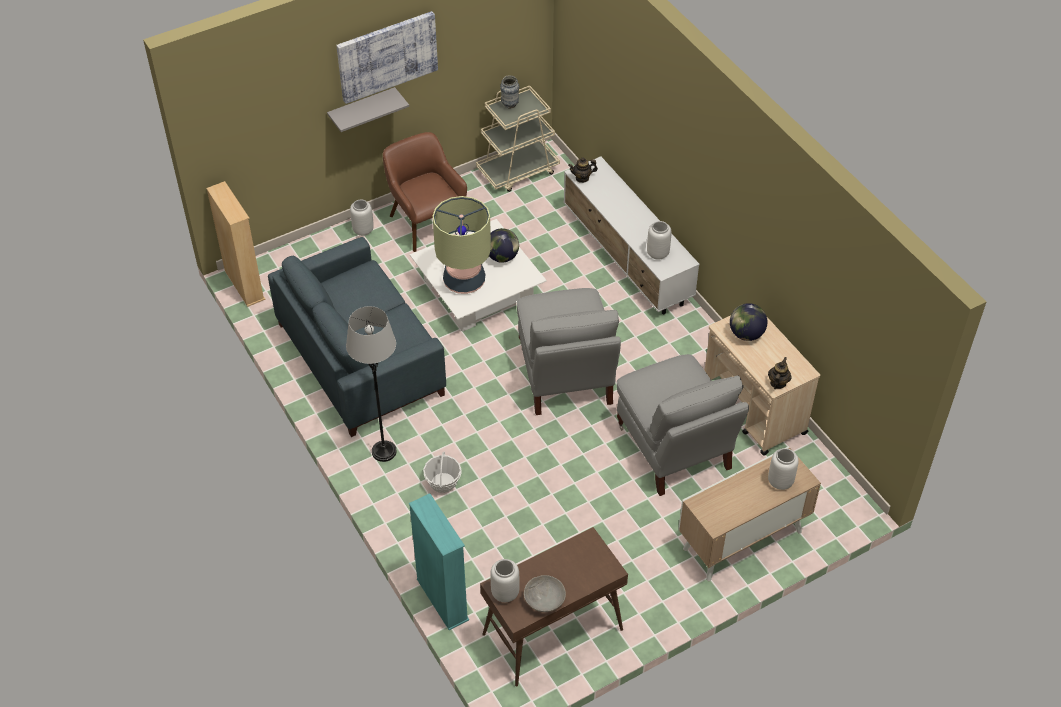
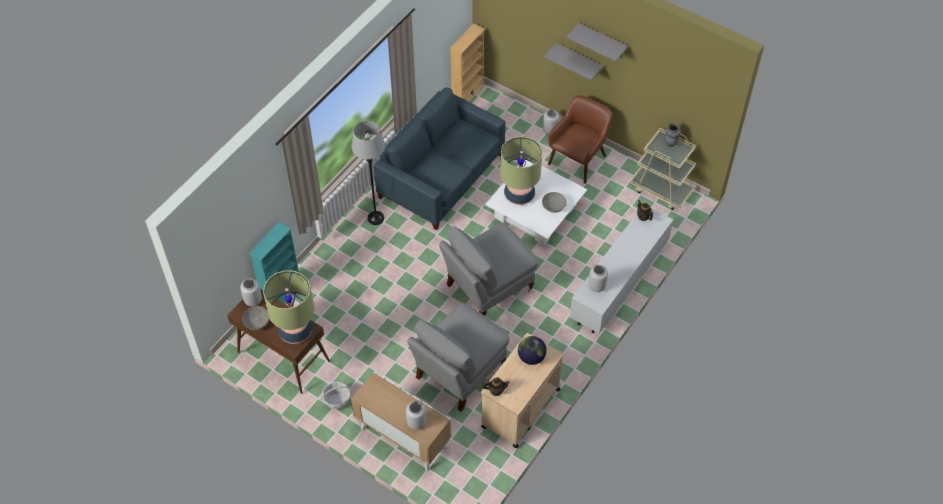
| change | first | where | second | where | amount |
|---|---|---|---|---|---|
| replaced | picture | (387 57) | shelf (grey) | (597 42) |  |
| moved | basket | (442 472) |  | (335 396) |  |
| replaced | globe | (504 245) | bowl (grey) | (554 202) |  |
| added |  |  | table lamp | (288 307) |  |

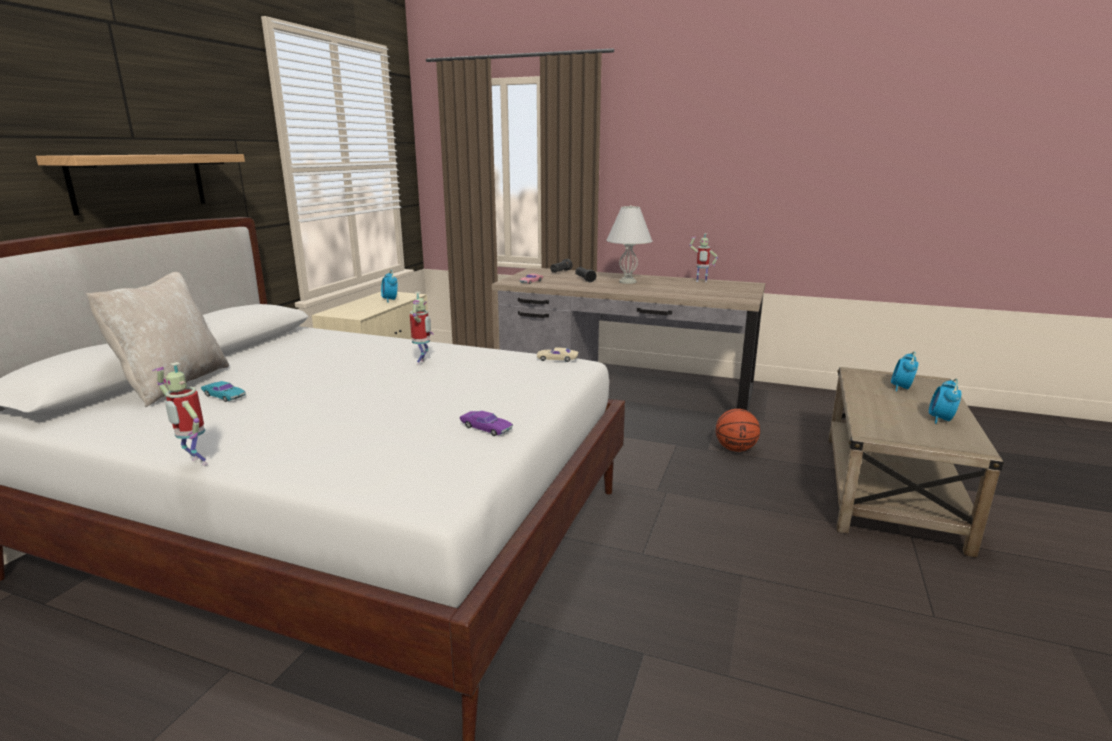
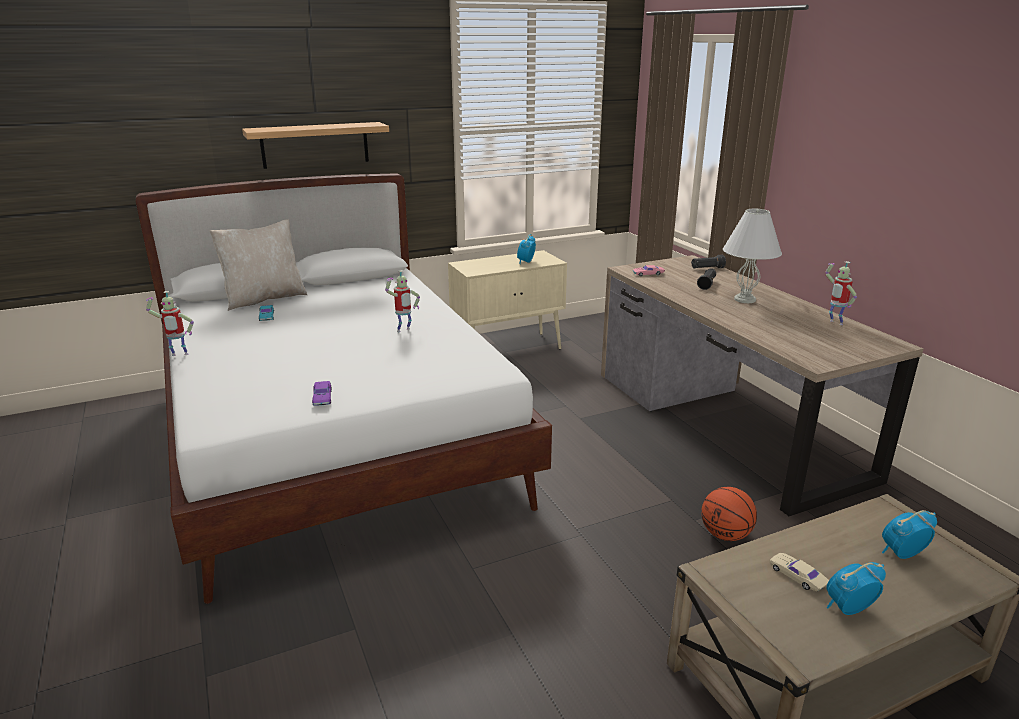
| change | first | where | second | where | amount |
|---|---|---|---|---|---|
| turned | toy robot | (180 414) |  | (170 323) | 90 degrees counterclockwise |
| moved | toy car (beige) | (558 354) |  | (799 572) |  |

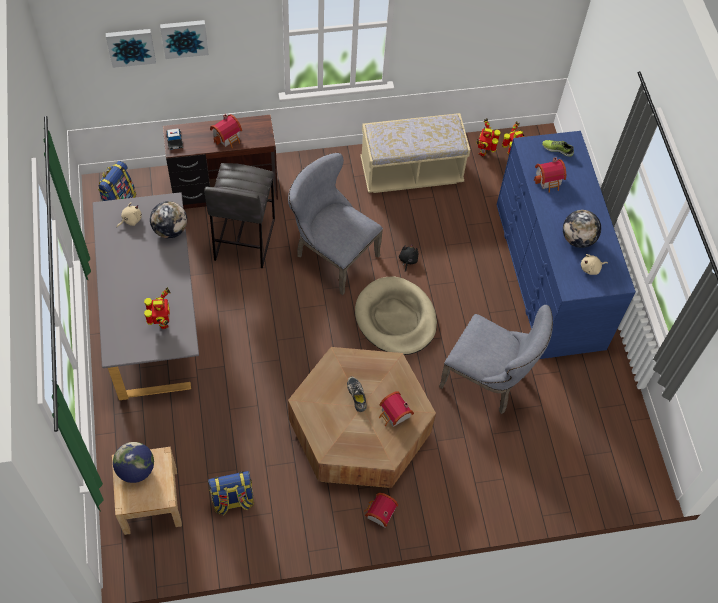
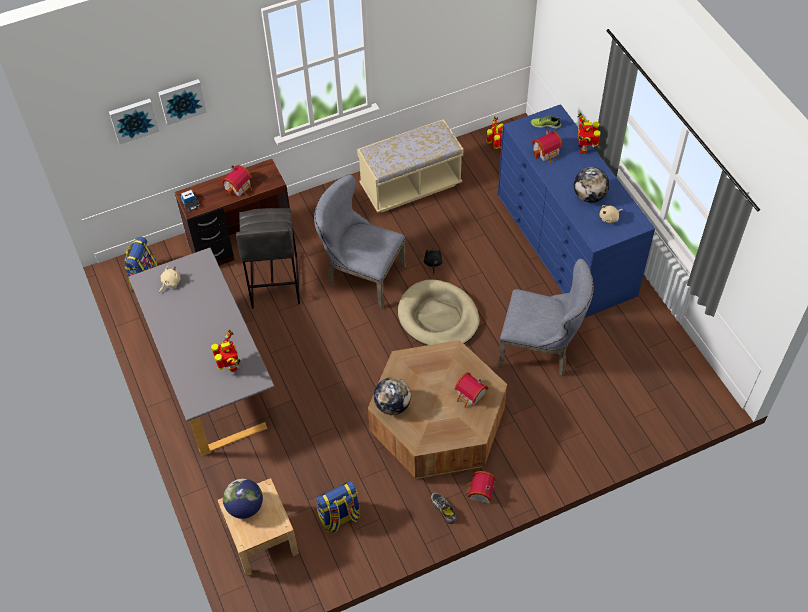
| change | first | where | second | where | amount |
|---|---|---|---|---|---|
| moved | globe | (168 219) |  | (392 396) |  |
| moved | shoe | (357 394) |  | (443 508) |  |
| moved | toy robot | (488 137) |  | (589 133) |  |

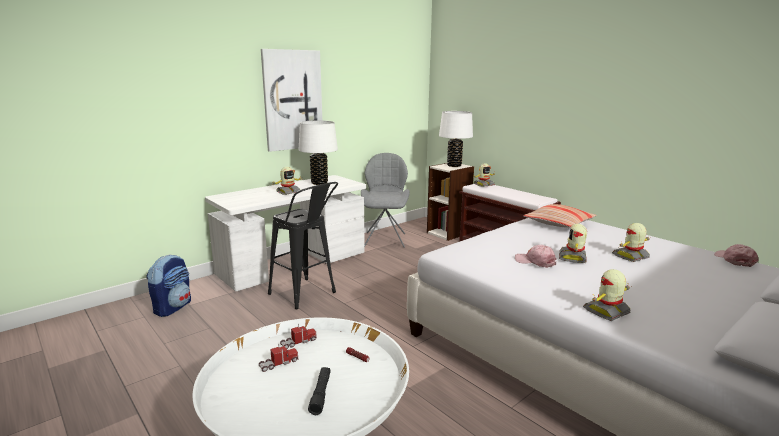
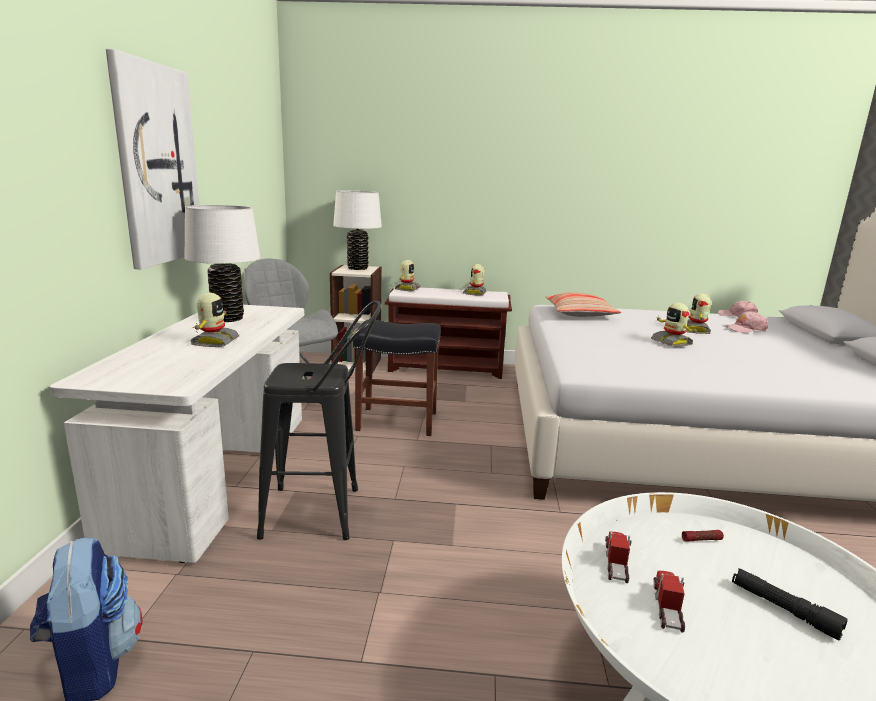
| change | first | where | second | where | amount |
|---|---|---|---|---|---|
| moved | cap (pink) | (536 256) |  | (746 322) |  |
| moved | toy robot | (607 295) |  | (475 279) |  |
| added |  |  | stool (black) | (397 378) |  |

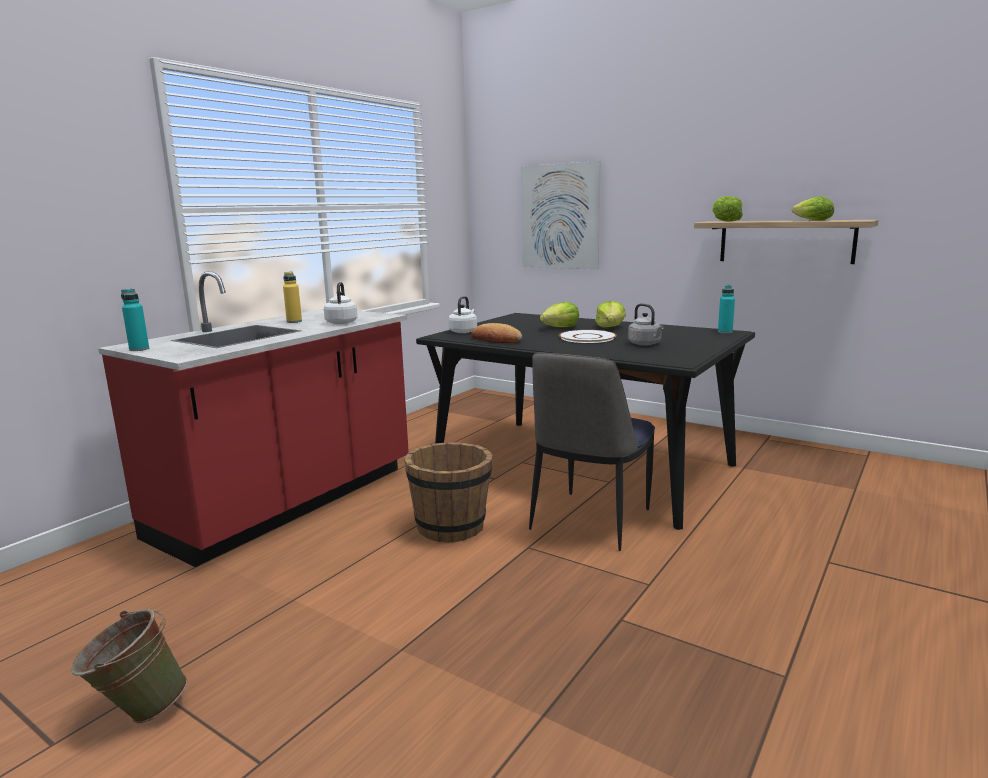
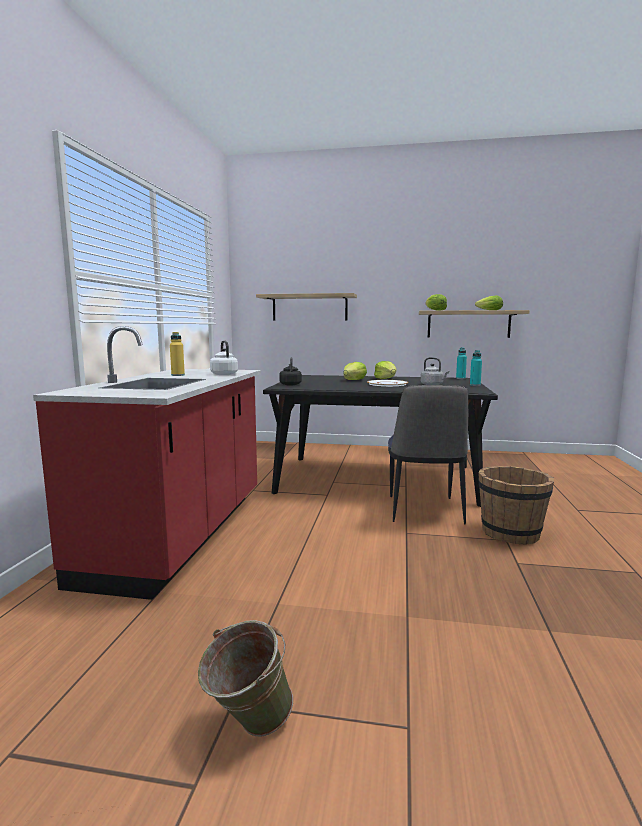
| change | first | where | second | where | amount |
|---|---|---|---|---|---|
| moved | bottle (turquoise) | (135 320) |  | (476 368) |  |
| moved | bucket (brown) | (448 492) |  | (516 505) |  |
| recoloured | kettle (white) | (462 314) | kettle (black) | (290 371) |  |
| removed | bread | (496 333) |  |  |  |
| replaced | picture | (560 215) | shelf | (306 307) |  |

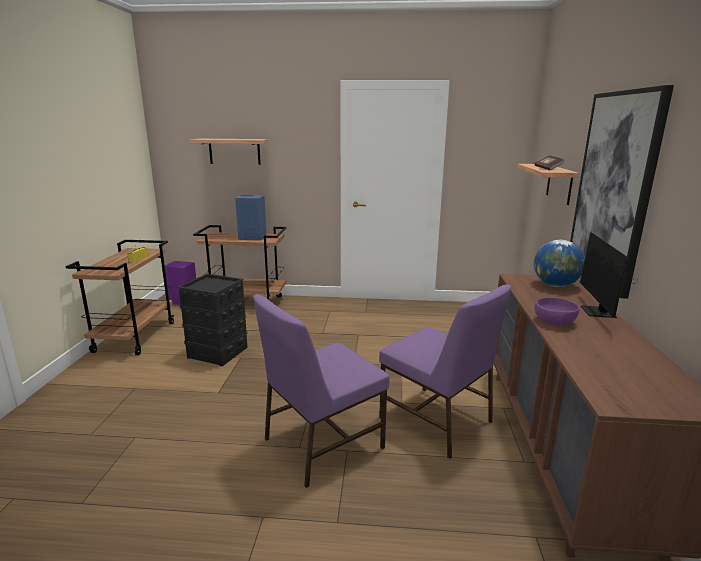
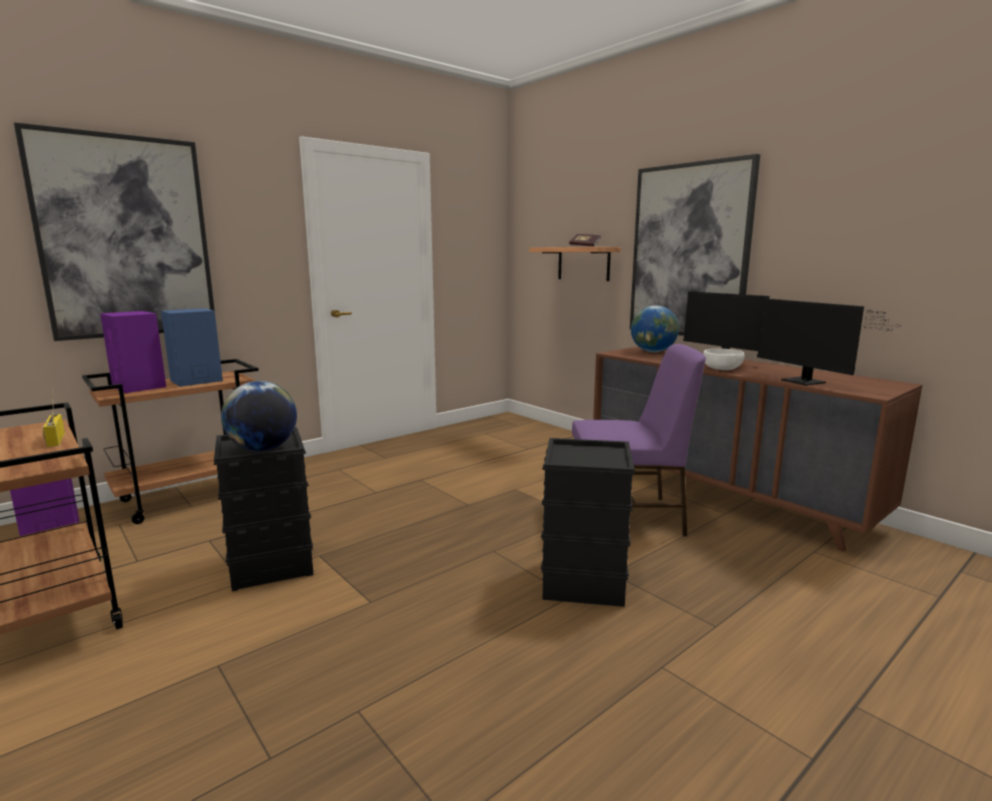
| change | first | where | second | where | amount |
|---|---|---|---|---|---|
| replaced | shelf | (229 152) | picture | (114 231) |  |
| replaced | chair (purple) | (321 391) | storage box (black) | (588 522) |  |
| recoloured | bowl (purple) | (557 311) | bowl (white) | (723 359) |  |
| added |  |  | speaker (purple) | (133 352) |  |
| added |  |  | globe | (259 416) |  |
| added |  |  | monitor | (829 342) |  |

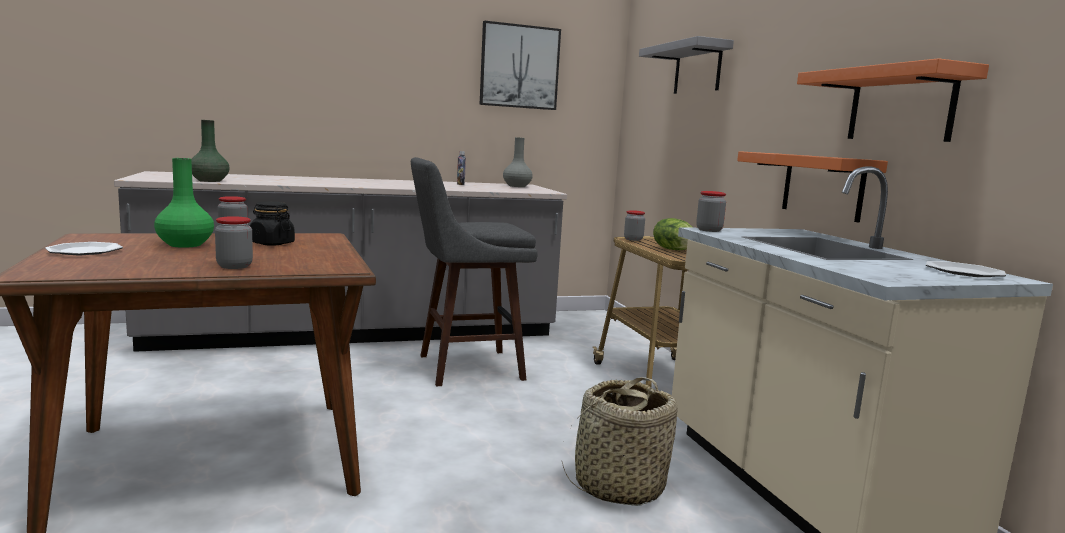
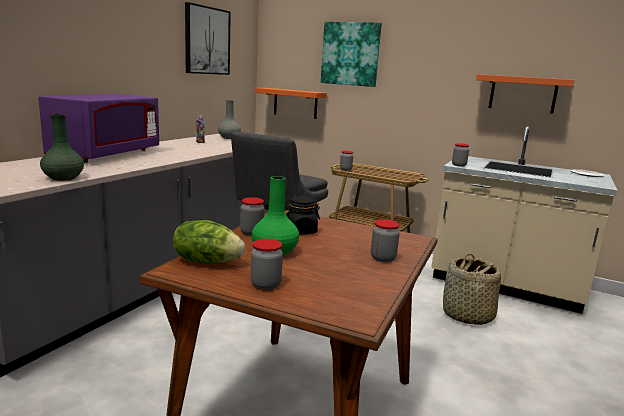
| change | first | where | second | where | amount |
|---|---|---|---|---|---|
| replaced | plate | (84 248) | jar | (266 264) |  |
| replaced | shelf (grey) | (686 65) | picture | (351 54) |  |
| moved | lettuce | (673 234) |  | (209 242) |  |
| moved | shelf (orange) | (812 187) |  | (291 103) |  |
| added |  |  | microwave (purple) | (98 128) |  |

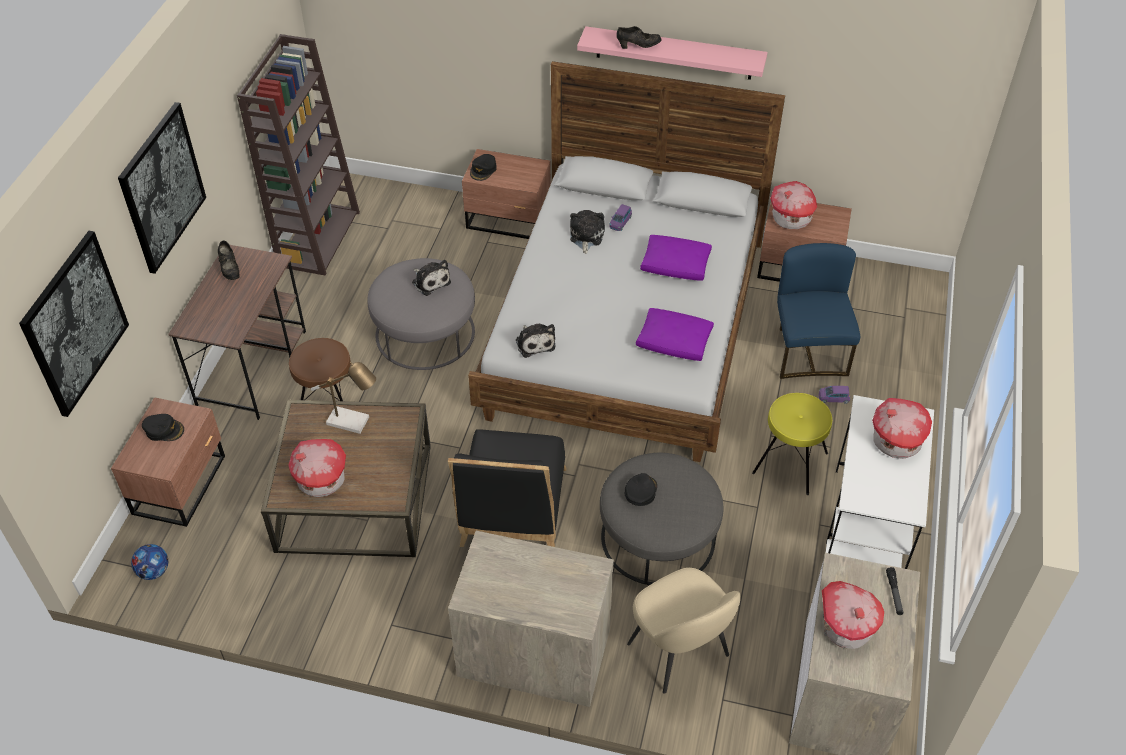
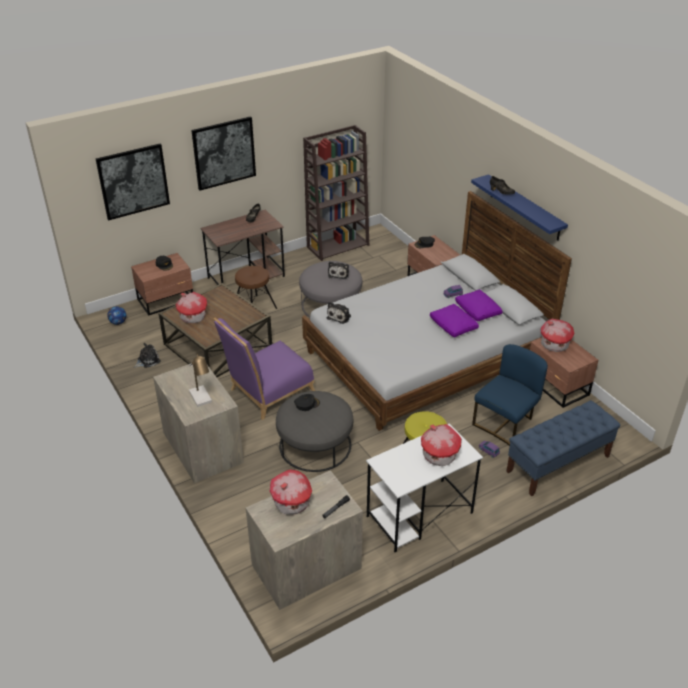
| change | first | where | second | where | amount |
|---|---|---|---|---|---|
| moved | table lamp | (343 398) |  | (200 380) |  |
| recoloured | chair (black) | (507 488) | chair (purple) | (264 368) |  |
| moved | plush toy | (587 232) |  | (147 355) |  |
| recoloured | shelf (pink) | (672 53) | shelf (blue) | (519 207) |  |
| removed | chair (beige) | (684 631) |  |  |  |
| moved | pillow (purple) | (675 334) |  | (479 306) |  |
| added |  |  | bench (blue) | (563 448) |  |

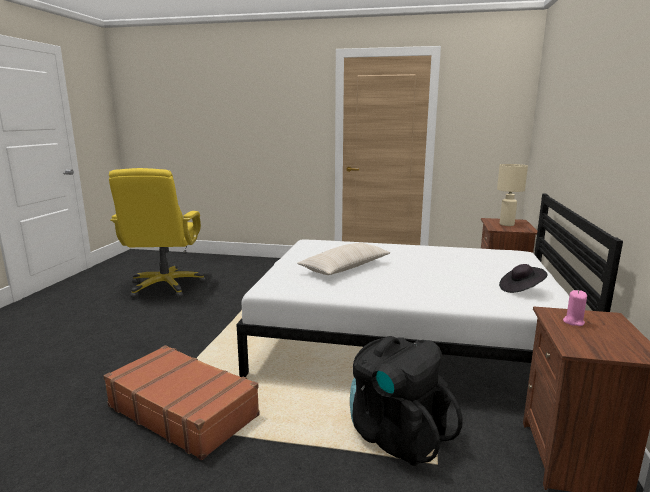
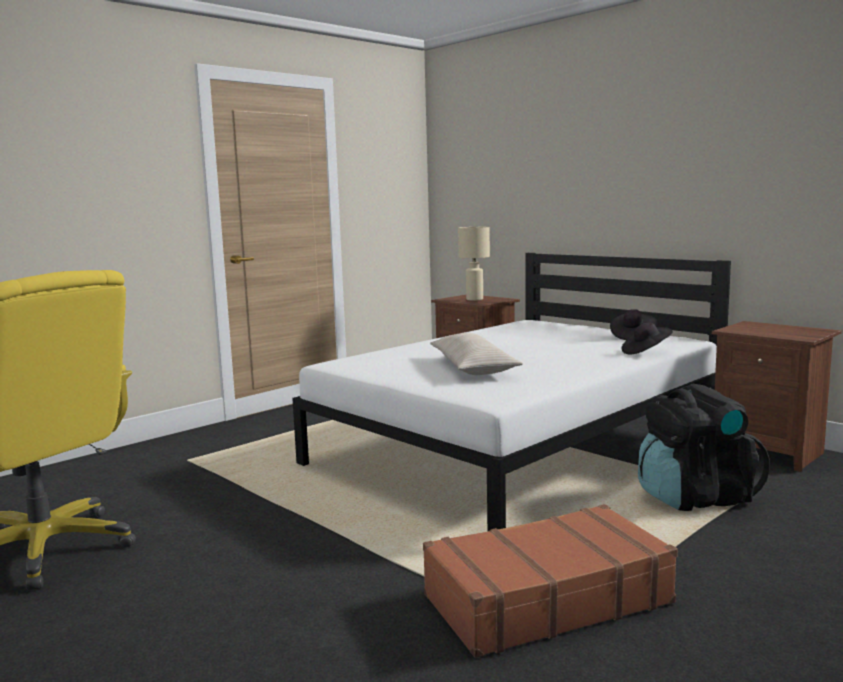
| change | first | where | second | where | amount |
|---|---|---|---|---|---|
| removed | candle (pink) | (575 308) |  |  |  |
| added |  |  | hat (black) | (647 339) |  |

